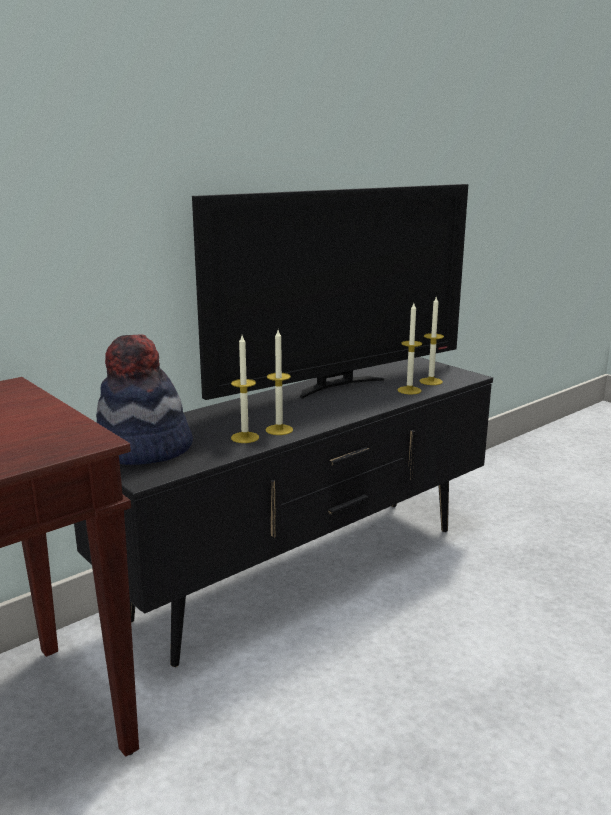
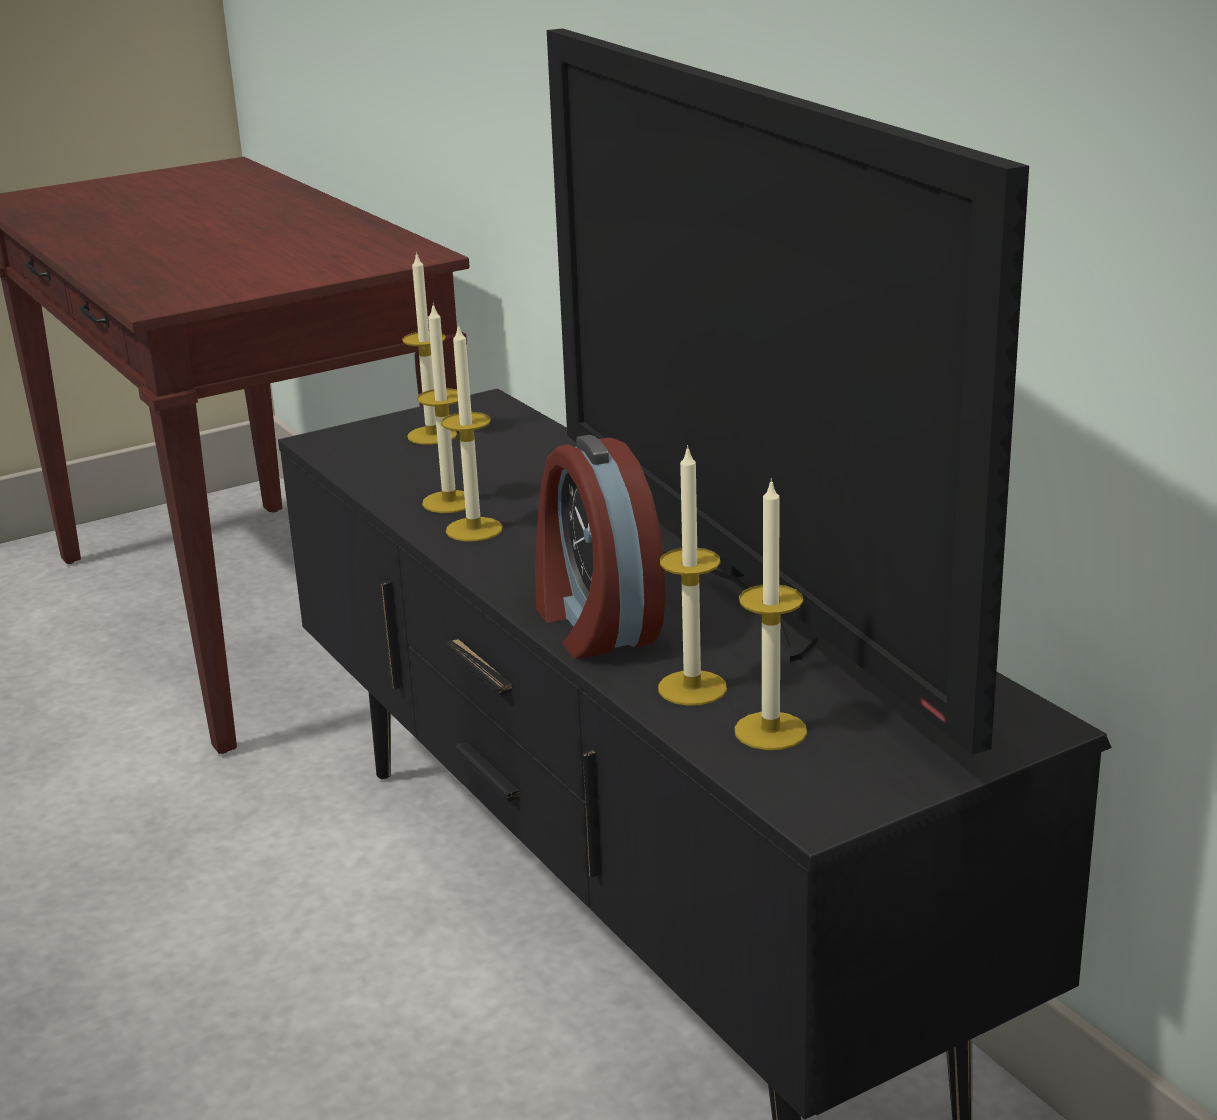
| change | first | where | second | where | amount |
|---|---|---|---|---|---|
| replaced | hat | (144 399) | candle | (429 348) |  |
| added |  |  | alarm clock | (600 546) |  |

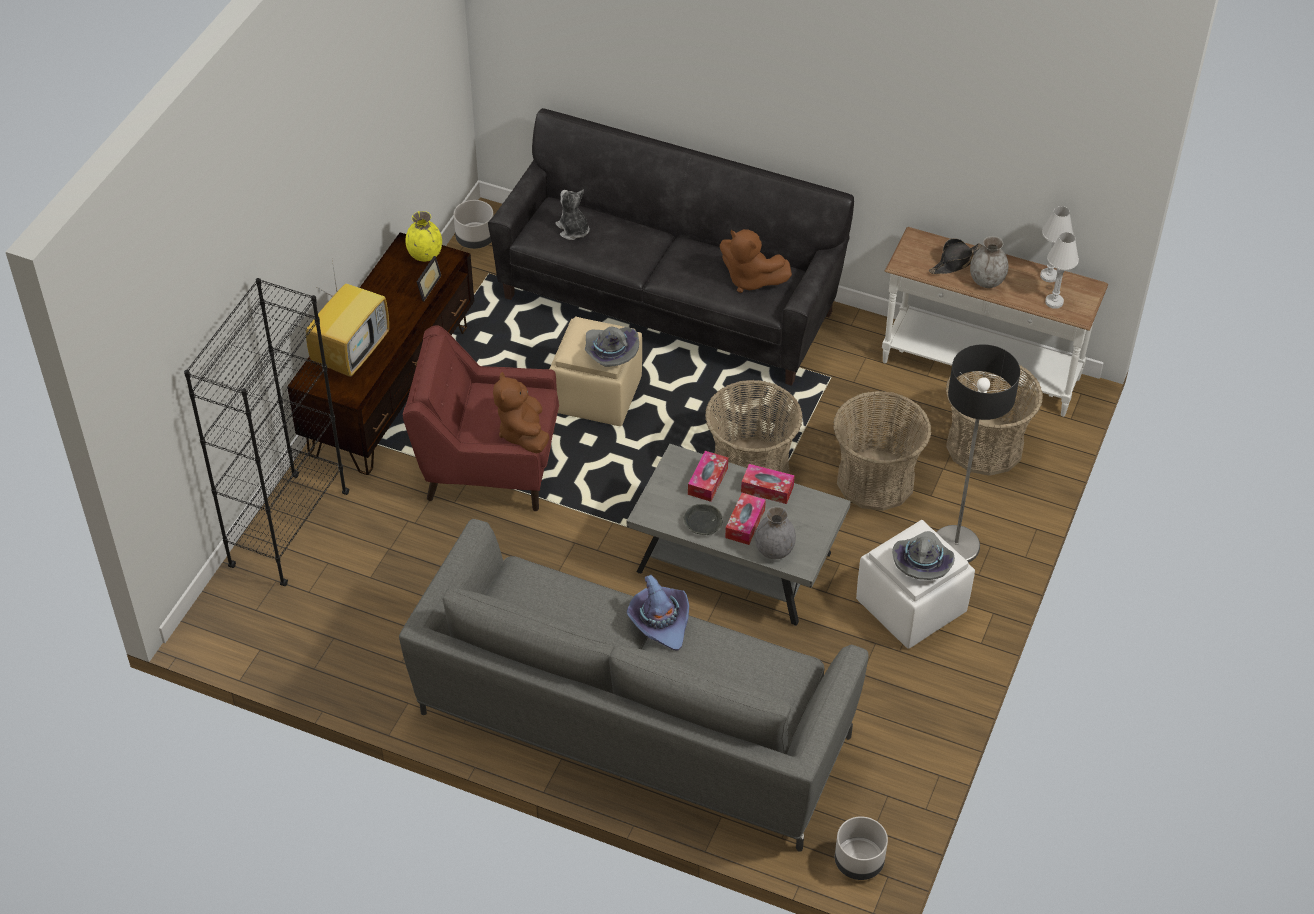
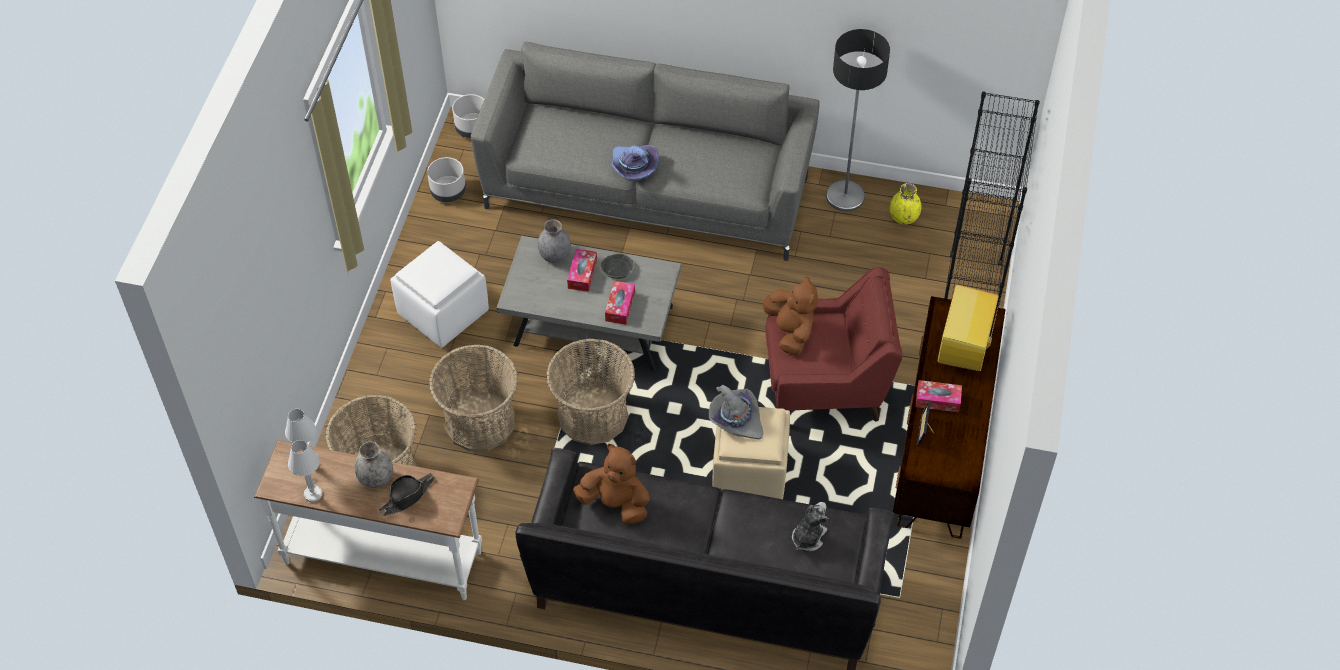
| change | first | where | second | where | amount |
|---|---|---|---|---|---|
| moved | vase (yellow) | (423 236) |  | (906 204) |  |
| moved | planter (grey) | (474 224) |  | (446 179) |  |
| turned | plush toy | (572 215) |  | (810 526) | 105 degrees counterclockwise |
| moved | tissue box | (768 484) |  | (939 396) |  |
| removed | hat (grey) | (923 555) |  |  |  |
| moved | floor lamp | (978 453) |  | (858 120) |  |

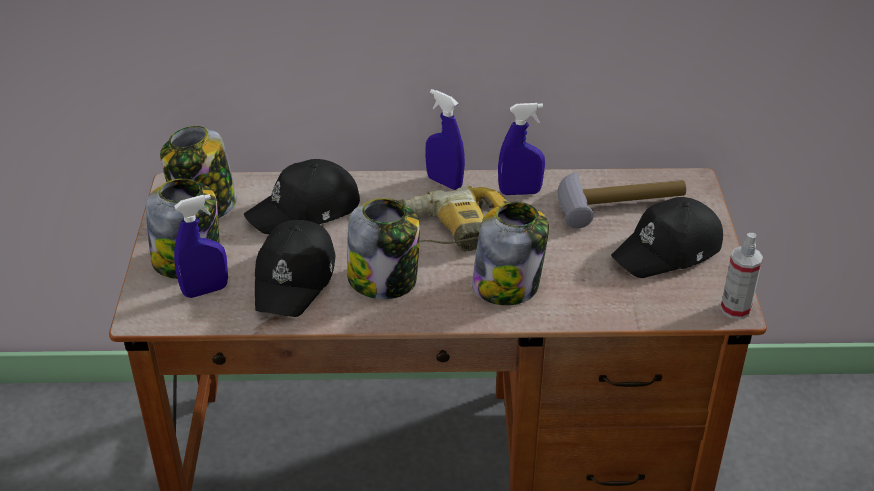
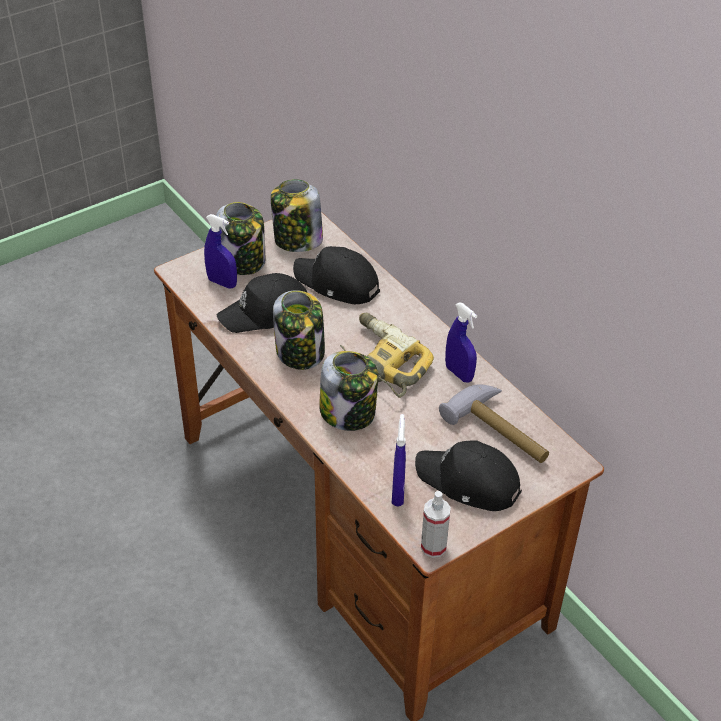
| change | first | where | second | where | amount |
|---|---|---|---|---|---|
| moved | spray bottle (blue) | (445 139) |  | (399 460) |  |

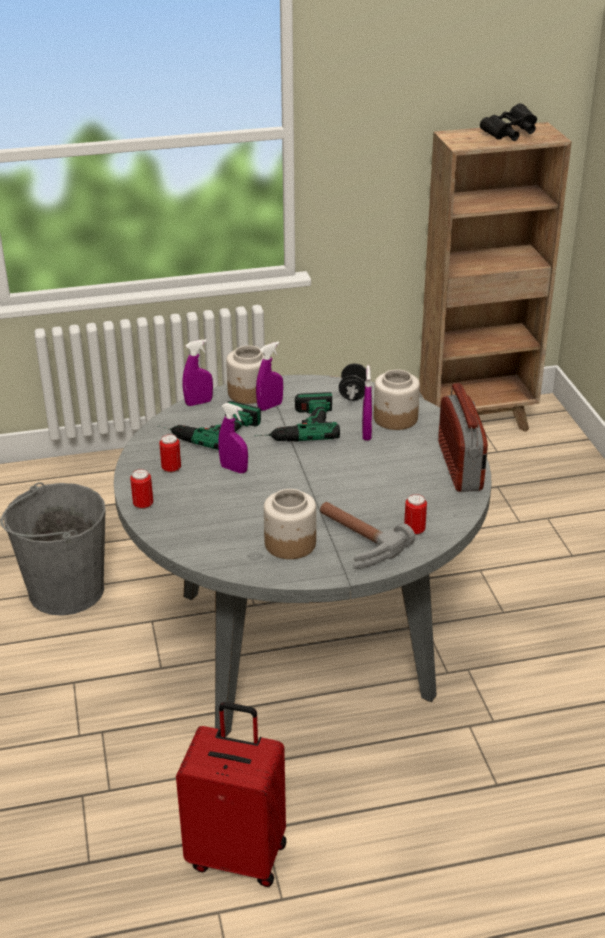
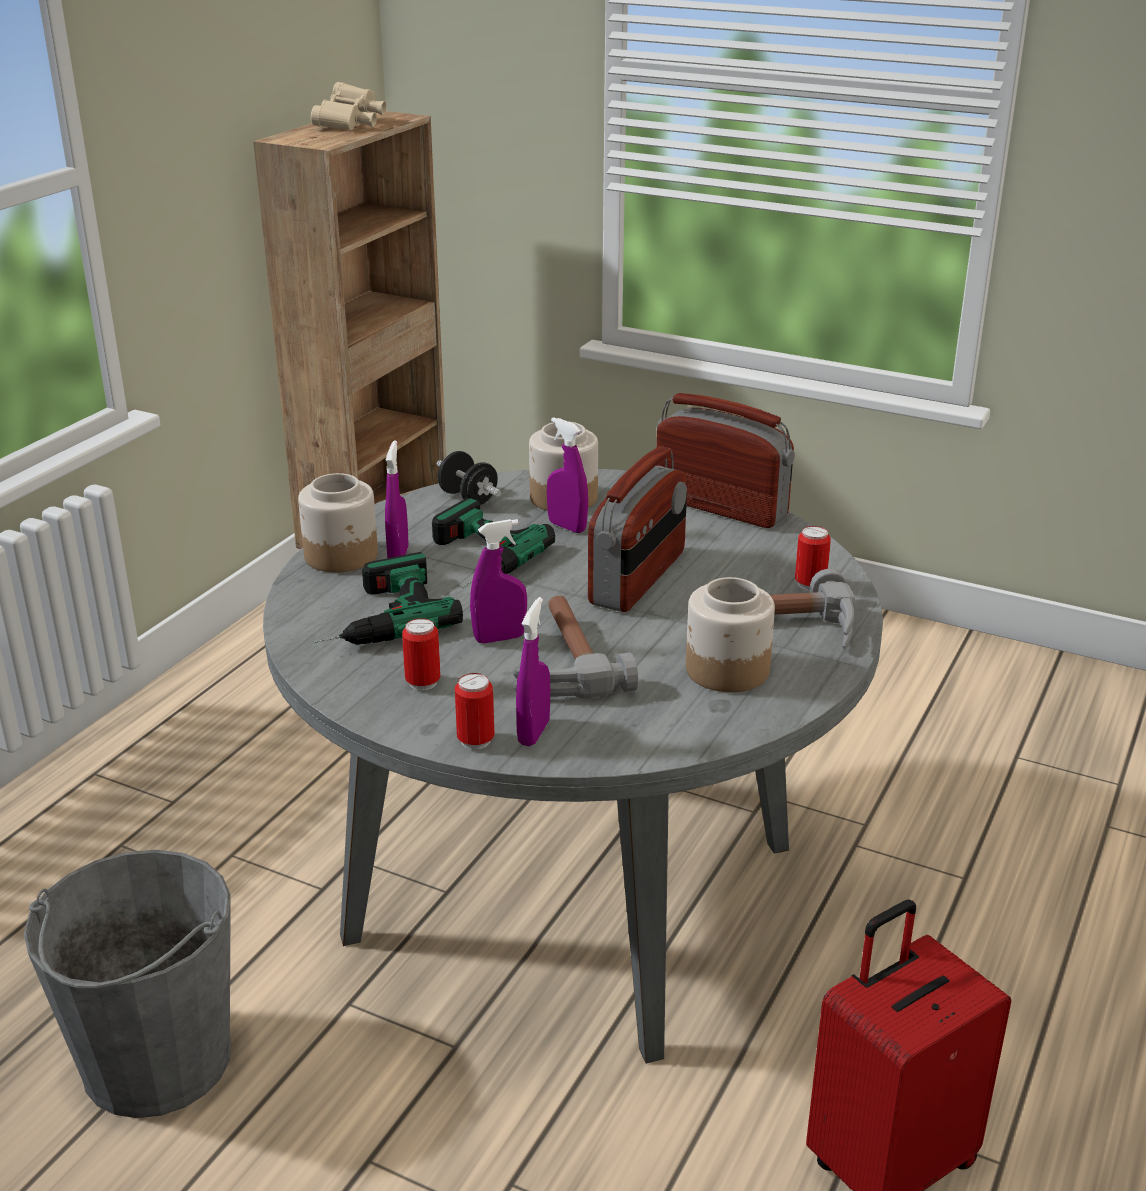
| change | first | where | second | where | amount |
|---|---|---|---|---|---|
| moved | spray bottle (purple) | (198 372) |  | (533 671) |  |
| recoloured | binoculars (black) | (508 122) | binoculars (beige) | (349 106) |  |
| added |  |  | hammer | (575 646) |  |
| added |  |  | radio | (637 529) |  |

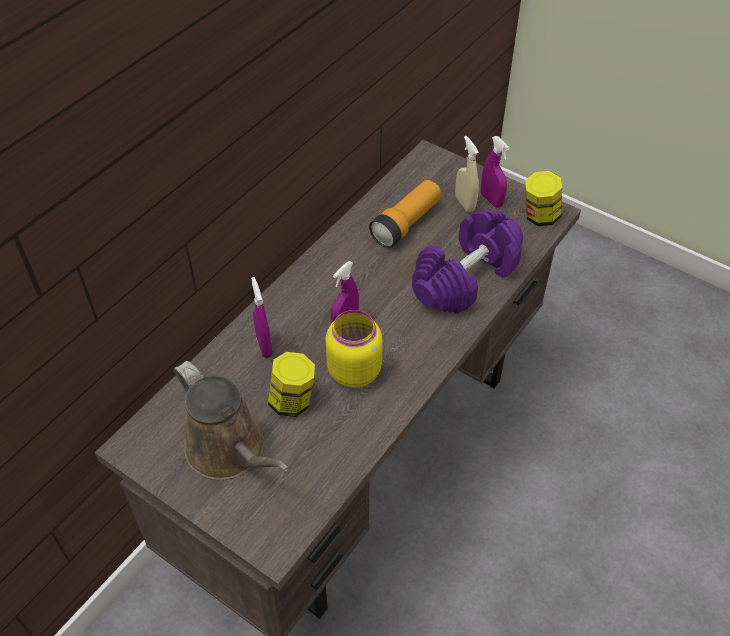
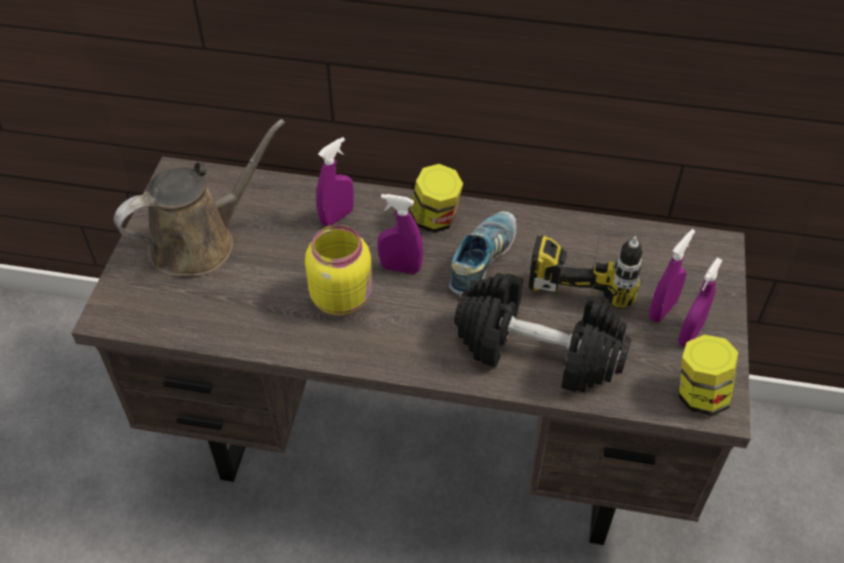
| change | first | where | second | where | amount |
|---|---|---|---|---|---|
| turned | watering can (brown) | (231 420) |  | (199 198) | 150 degrees counterclockwise |
| moved | jar | (291 384) |  | (436 198) |  |
| replaced | flashlight | (405 214) | power drill | (585 271) |  |
| recoloured | dumbbell (purple) | (467 262) | dumbbell (black) | (543 332) |  |
| recoloured | spray bottle (beige) | (467 174) | spray bottle (purple) | (672 275) |  |
| added |  |  | shoe | (482 253) |  |

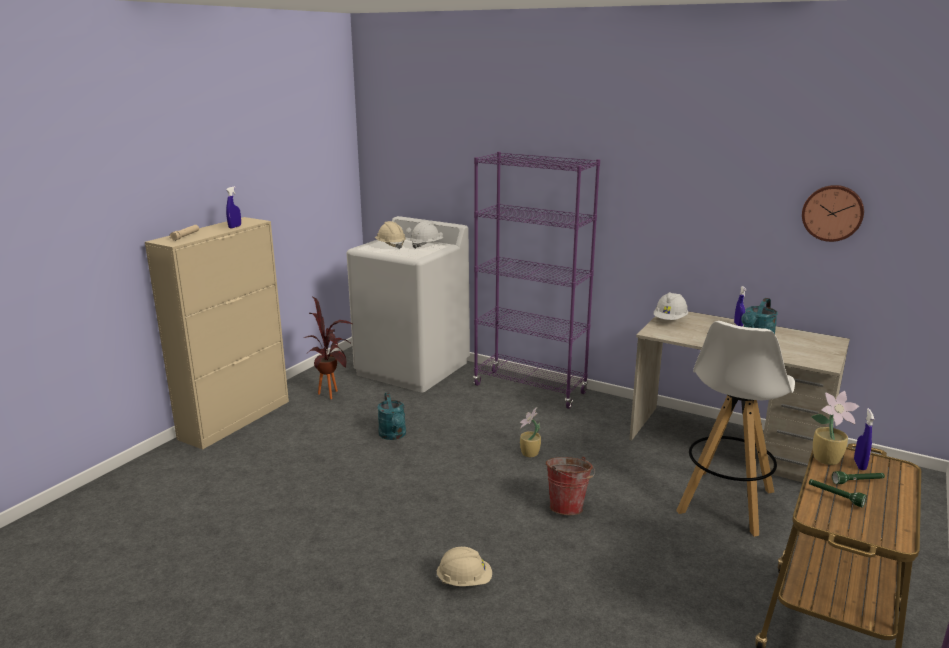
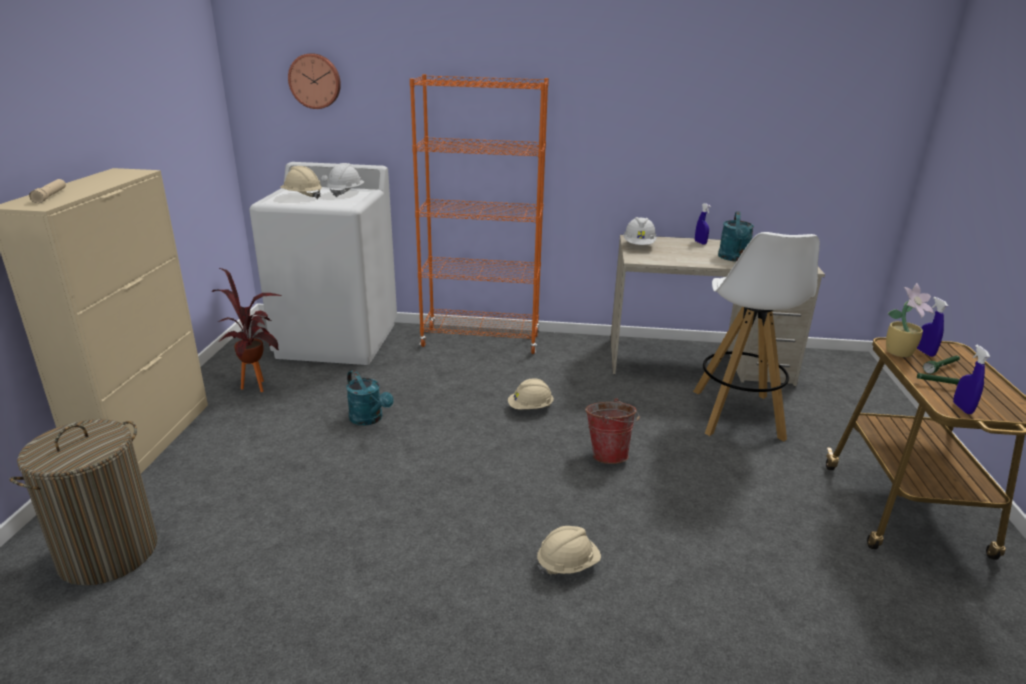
| change | first | where | second | where | amount |
|---|---|---|---|---|---|
| moved | spray bottle (blue) | (233 207) |  | (971 379) |  |
| recoloured | bookcase (purple) | (536 280) | bookcase (orange) | (479 214) |  |
| replaced | potted plant | (530 432) | hard hat (beige) | (531 393) |  |
| moved | wall clock | (833 213) |  | (314 81) |  |
| added |  |  | laundry basket | (83 502) |  |

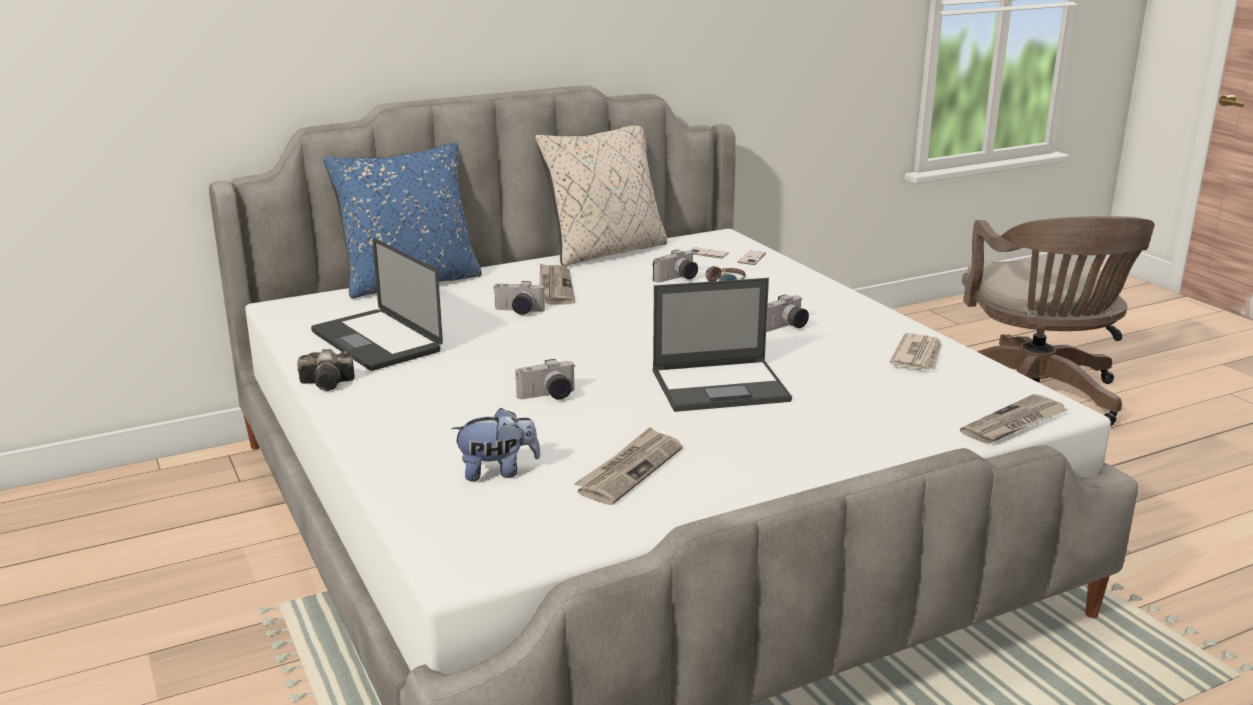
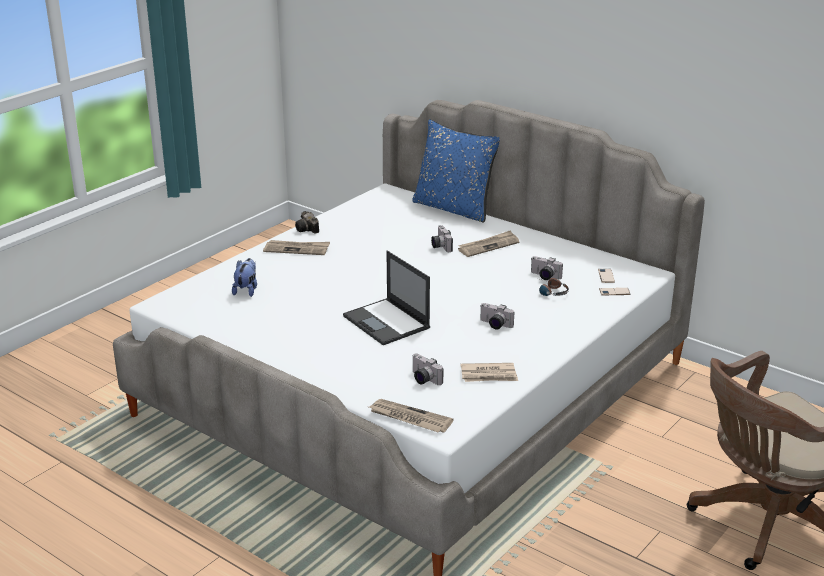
| change | first | where | second | where | amount |
|---|---|---|---|---|---|
| removed | laptop | (377 304) |  |  |  |
| turned | plush toy | (495 444) |  | (244 277) | 135 degrees counterclockwise |
| moved | photo camera | (545 379) |  | (427 369) |  |
| removed | pillow (beige) | (601 196) |  |  |  |
| moved | newspaper | (628 466) |  | (296 247) |  |

